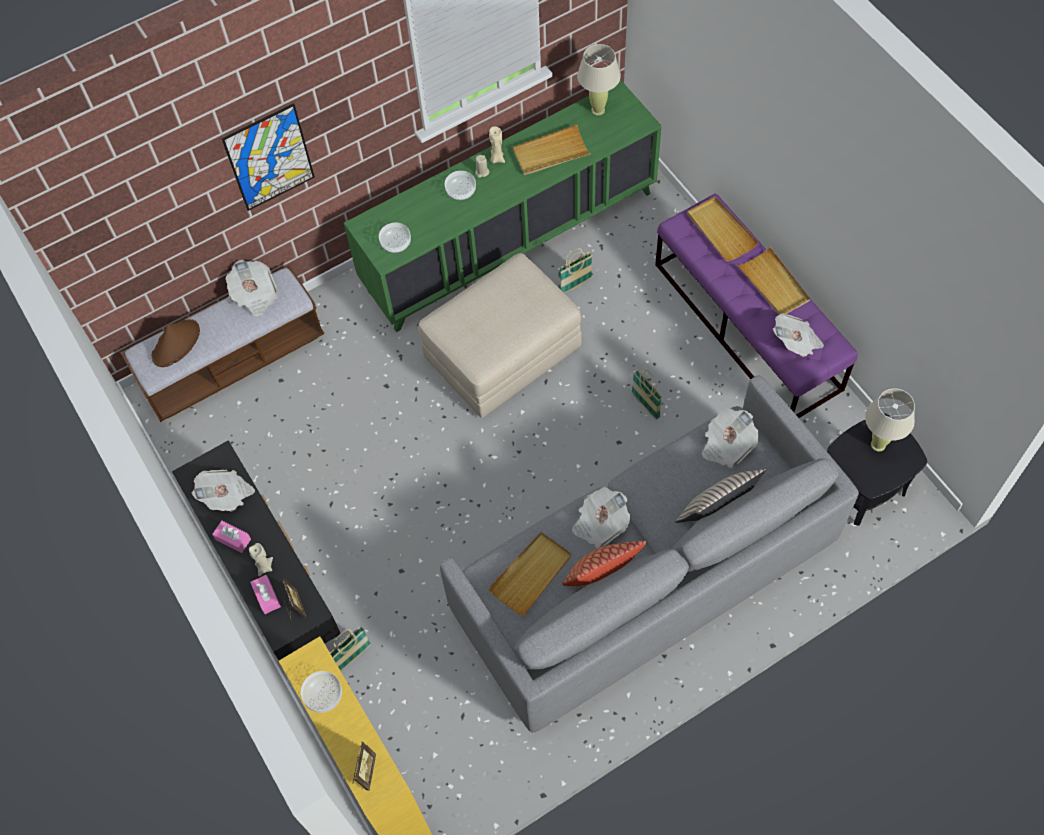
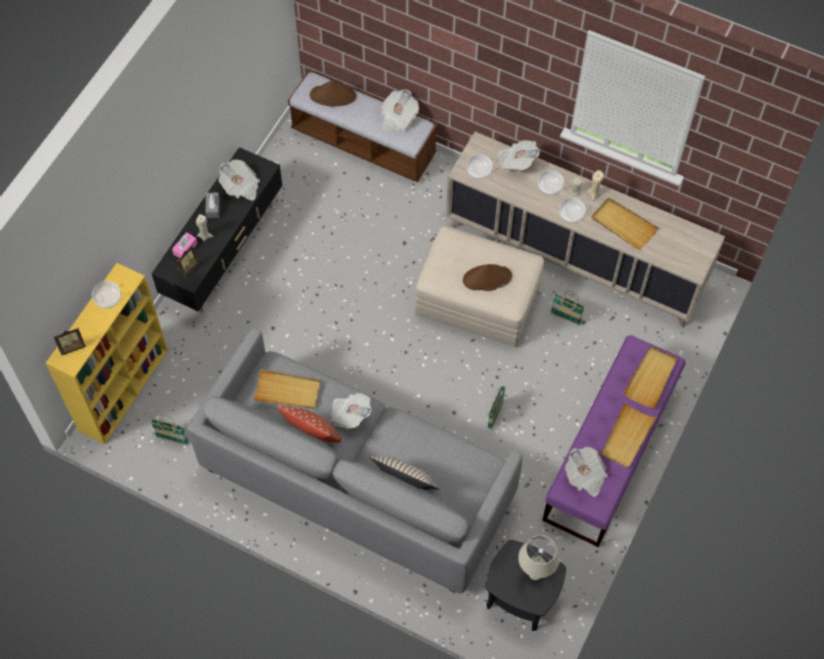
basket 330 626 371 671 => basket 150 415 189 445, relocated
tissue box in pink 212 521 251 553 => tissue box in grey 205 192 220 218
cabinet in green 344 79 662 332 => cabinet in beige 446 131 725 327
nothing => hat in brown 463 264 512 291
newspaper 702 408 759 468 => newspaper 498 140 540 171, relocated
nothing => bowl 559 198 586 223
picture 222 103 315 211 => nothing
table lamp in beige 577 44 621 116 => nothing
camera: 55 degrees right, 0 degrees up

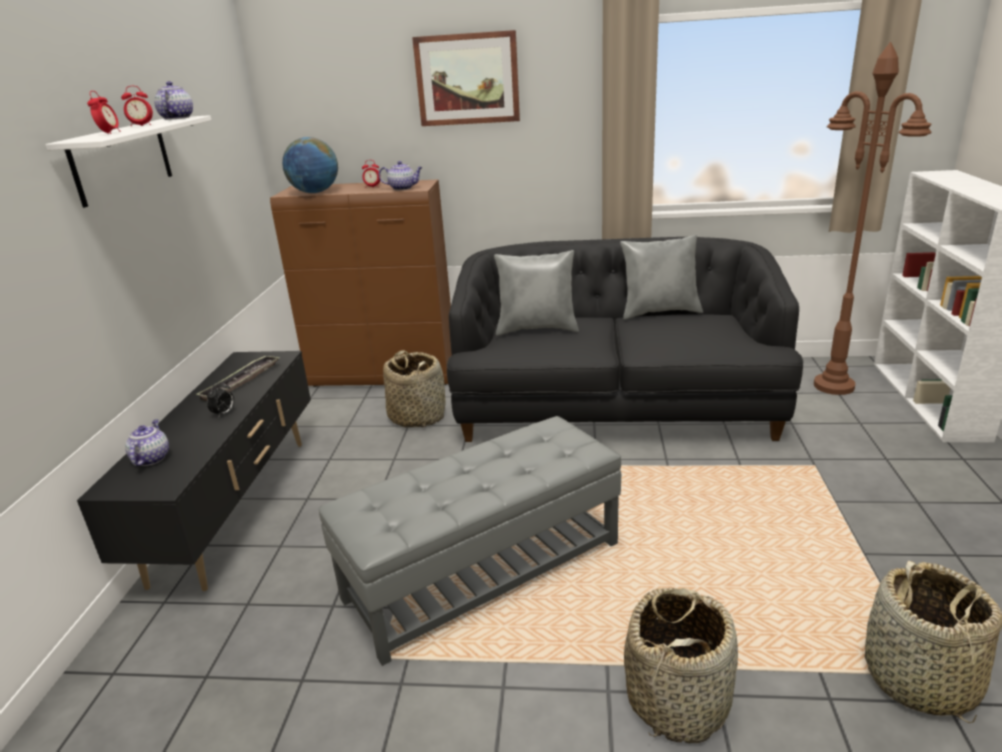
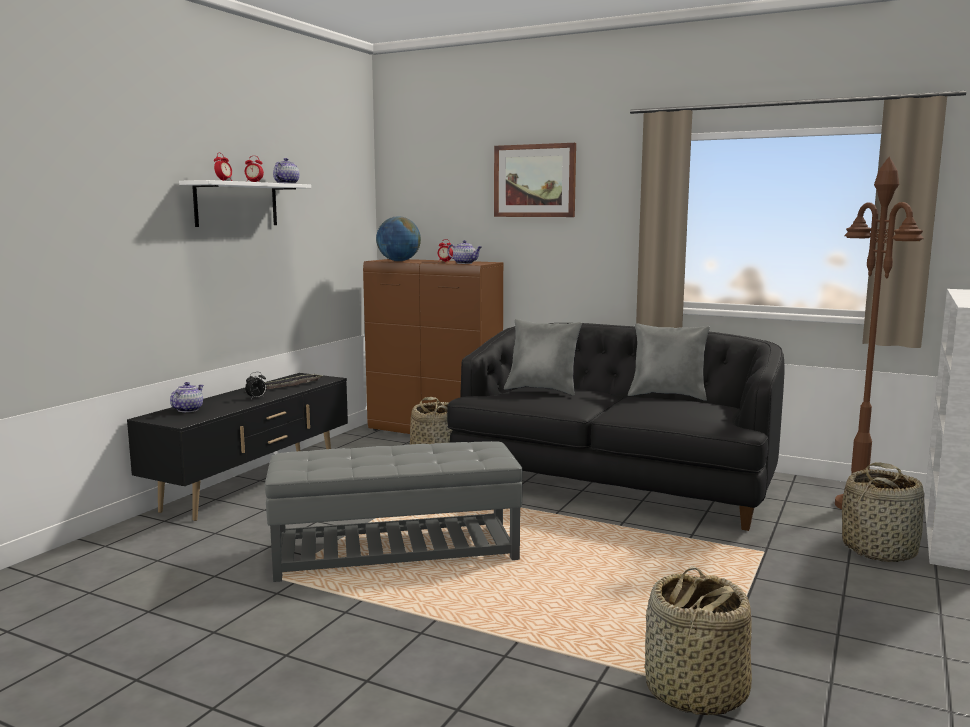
basket 624 587 738 743 => basket 842 462 924 562, relocated
camera: 20 degrees right, 15 degrees down

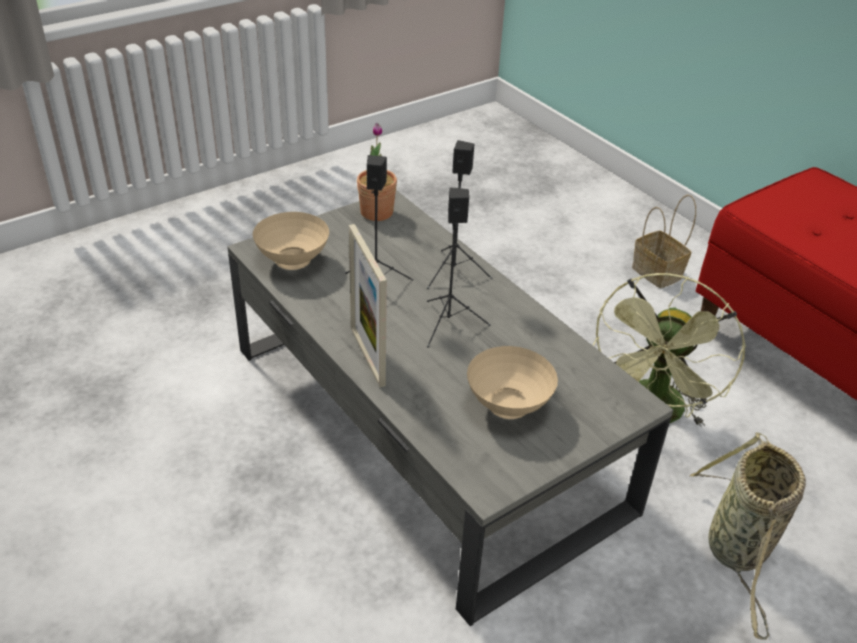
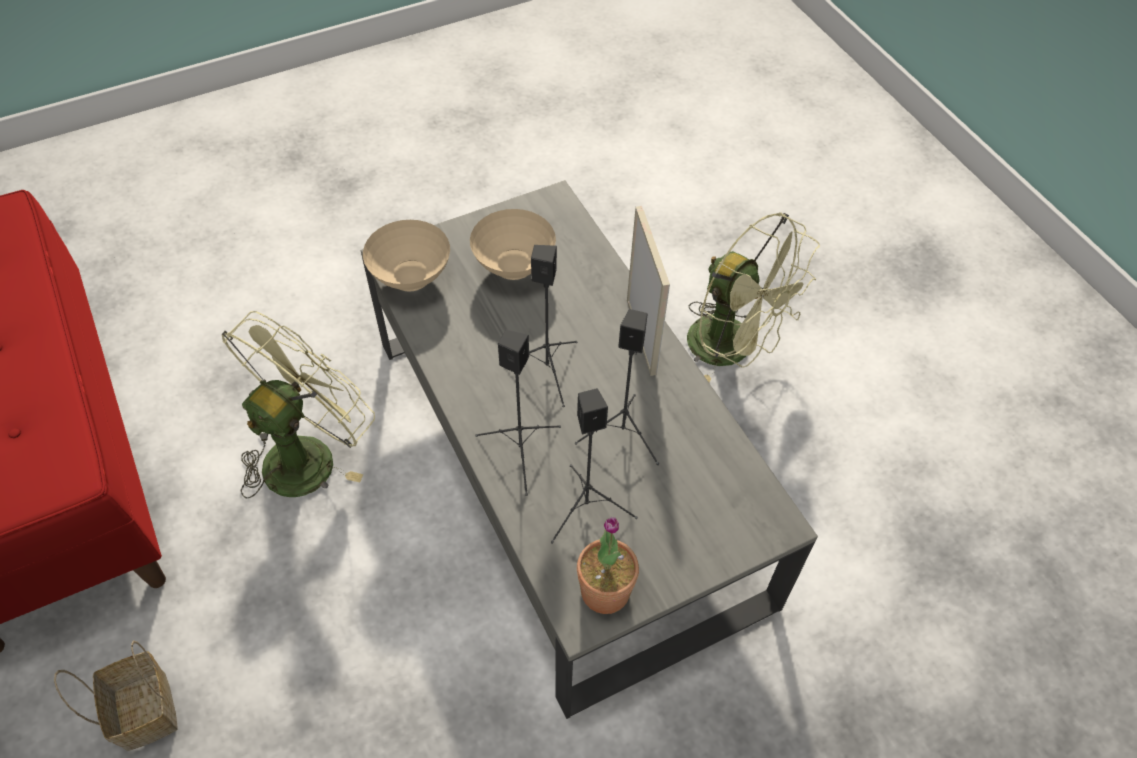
bowl in beige 253 212 329 270 => bowl in beige 363 220 450 291, relocated
nothing => speaker in black 551 388 638 543
nothing => fan in green 687 212 820 383
basket 689 432 806 640 => nothing
camera: 170 degrees left, 15 degrees up

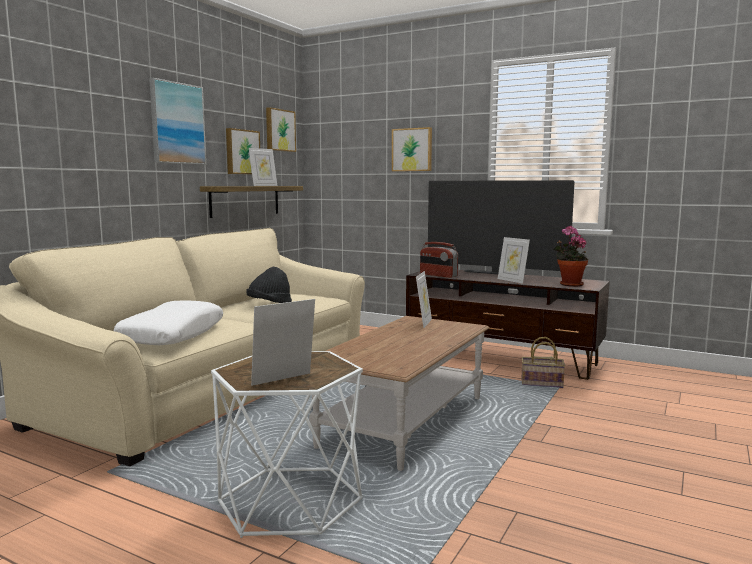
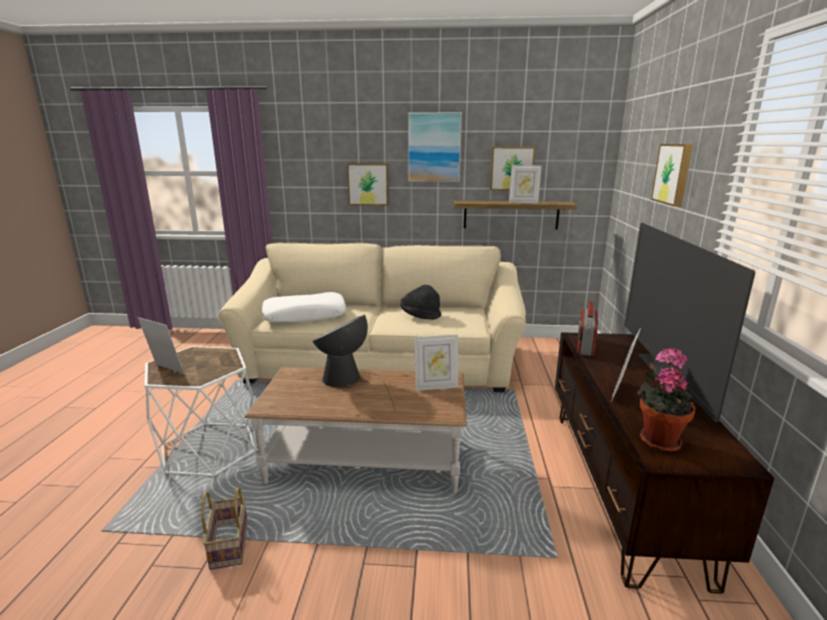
basket 521 337 565 388 => basket 201 487 248 570, relocated
nothing => table lamp 312 314 395 409
picture 266 107 296 152 => picture 347 163 389 205, relocated
camera: 65 degrees right, 10 degrees up

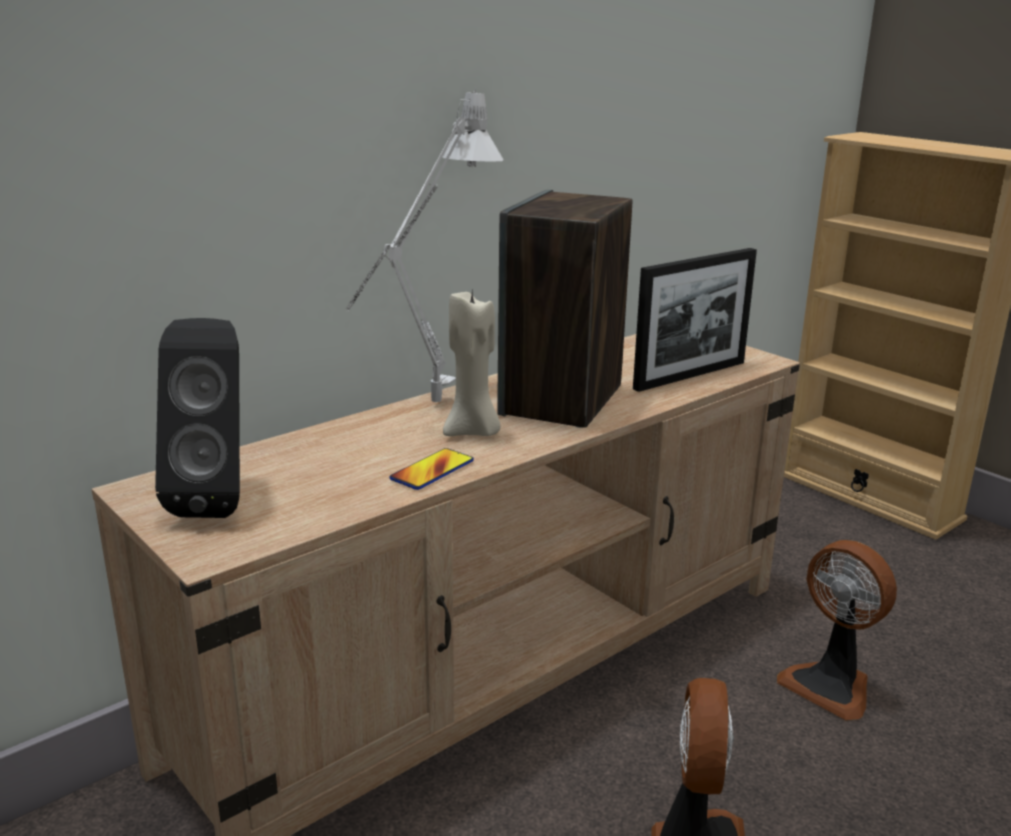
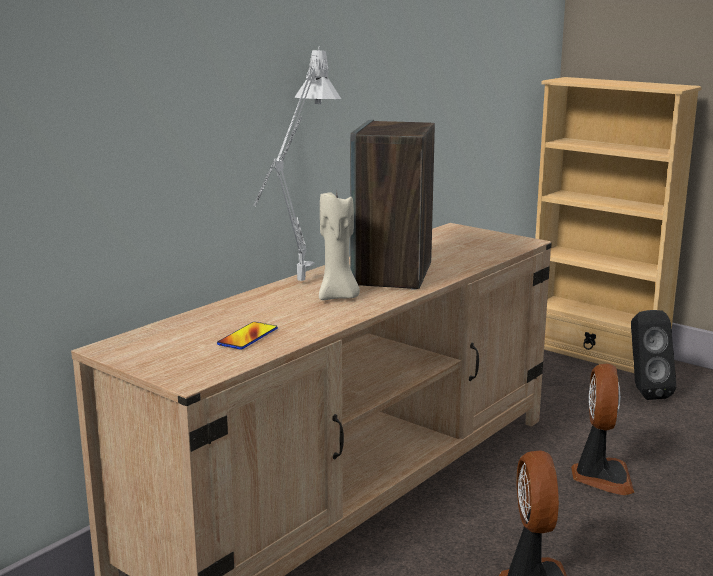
phone 389 448 474 490 => phone 217 322 278 350, relocated
fan 777 540 897 721 => fan 571 364 635 495, 120 degrees counterclockwise
speaker in black 155 318 240 518 => speaker in black 631 310 677 400, relocated
picture frame 633 248 757 392 => nothing
camera: 10 degrees left, 5 degrees down

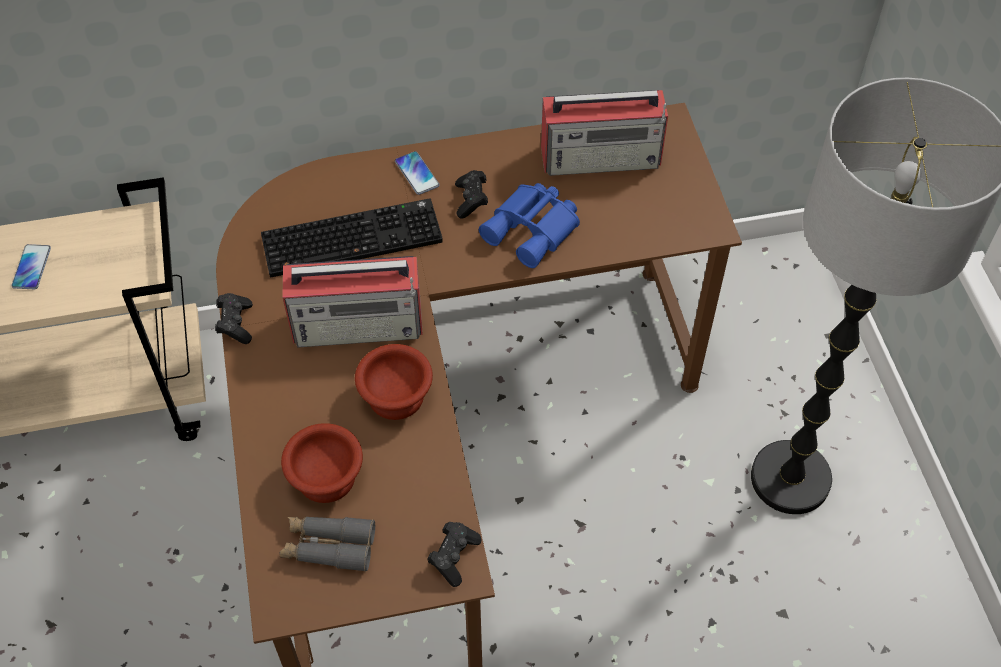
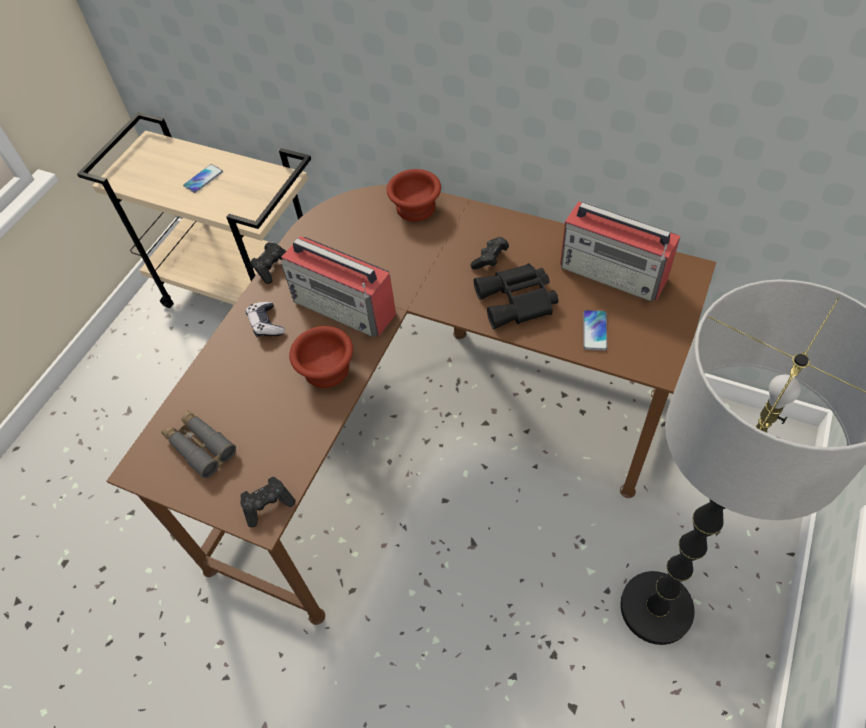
nothing => game controller 246 302 285 337
bowl in brown 281 423 363 503 => bowl in brown 387 169 441 221, relocated
binoculars in blue 479 183 580 268 => binoculars in black 474 263 558 329
phone 395 151 440 195 => phone 583 310 607 351, relocated
keyboard 261 198 443 277 => nothing
camera: 40 degrees right, 0 degrees up

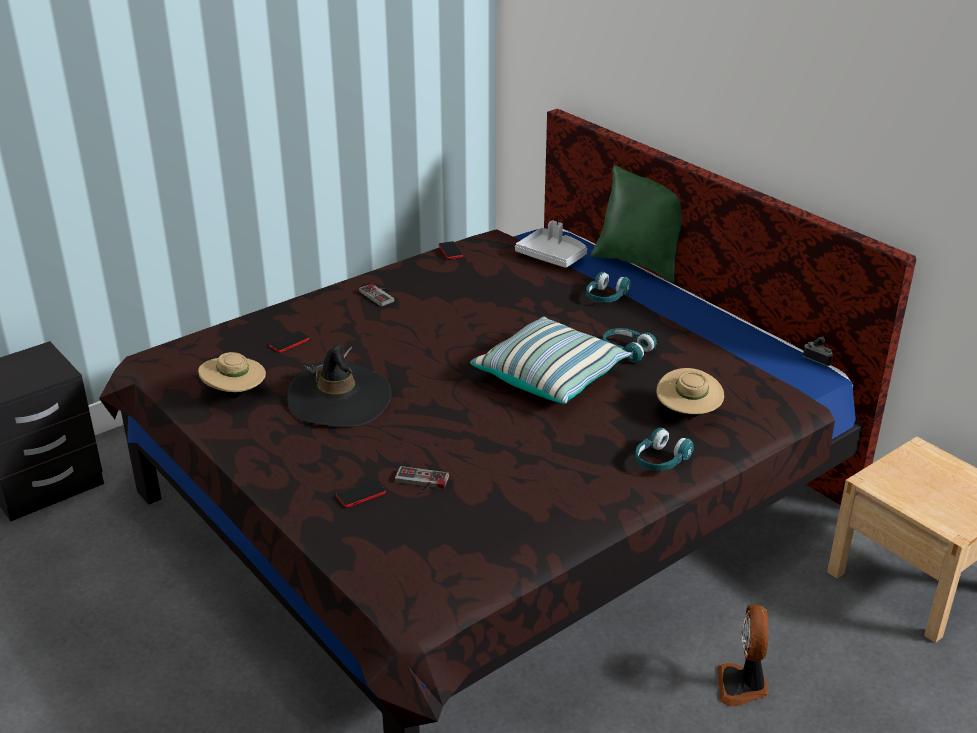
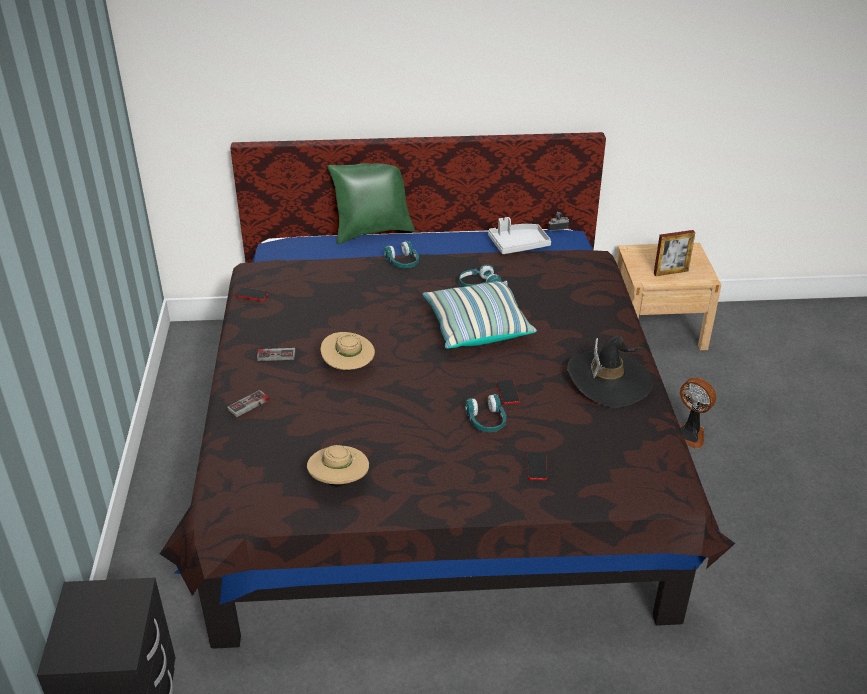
game controller 395 466 449 493 => game controller 227 390 269 417, relocated
hat in beige 656 368 724 417 => hat in beige 321 332 375 370, relocated
headphones in turquoise 635 428 694 471 => headphones in turquoise 465 394 506 432, relocated
tray in grey 515 220 587 268 => tray in grey 488 217 551 254, relocated
phone 269 331 309 353 => phone 496 380 520 404, relocated
hat in black 287 344 392 427 => hat in black 567 335 653 408, relocated
nothing => picture frame 654 230 695 276
camera: 55 degrees left, 5 degrees up

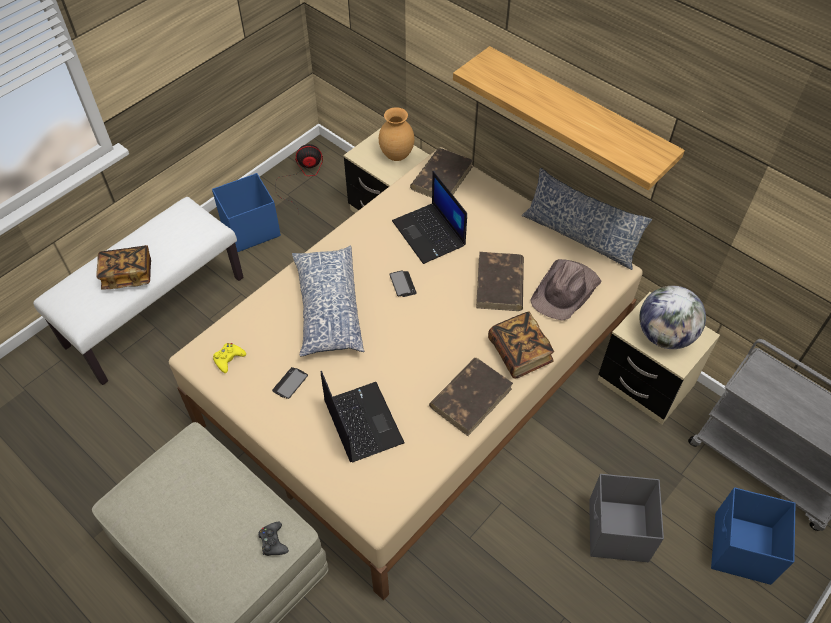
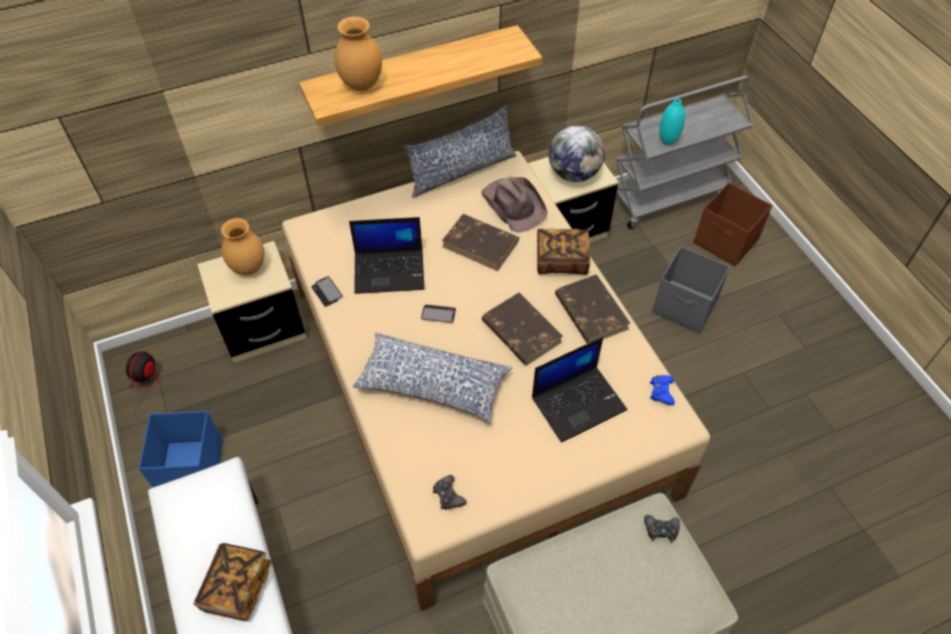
phone 272 367 308 399 => phone 311 276 343 307, relocated
nothing => vase in brown 334 17 382 91
game controller in yellow 213 343 246 373 => game controller in black 433 475 467 510
book in brown 410 148 473 198 => book in brown 482 293 563 365, relocated
laptop 321 371 404 463 => laptop 532 337 627 443, 150 degrees clockwise
nothing => game controller in blue 650 375 675 405
nothing => vase in turquoise 659 99 685 145
storage box in blue 711 487 796 585 => storage box in brown 694 183 773 266
camera: 65 degrees left, 0 degrees up

